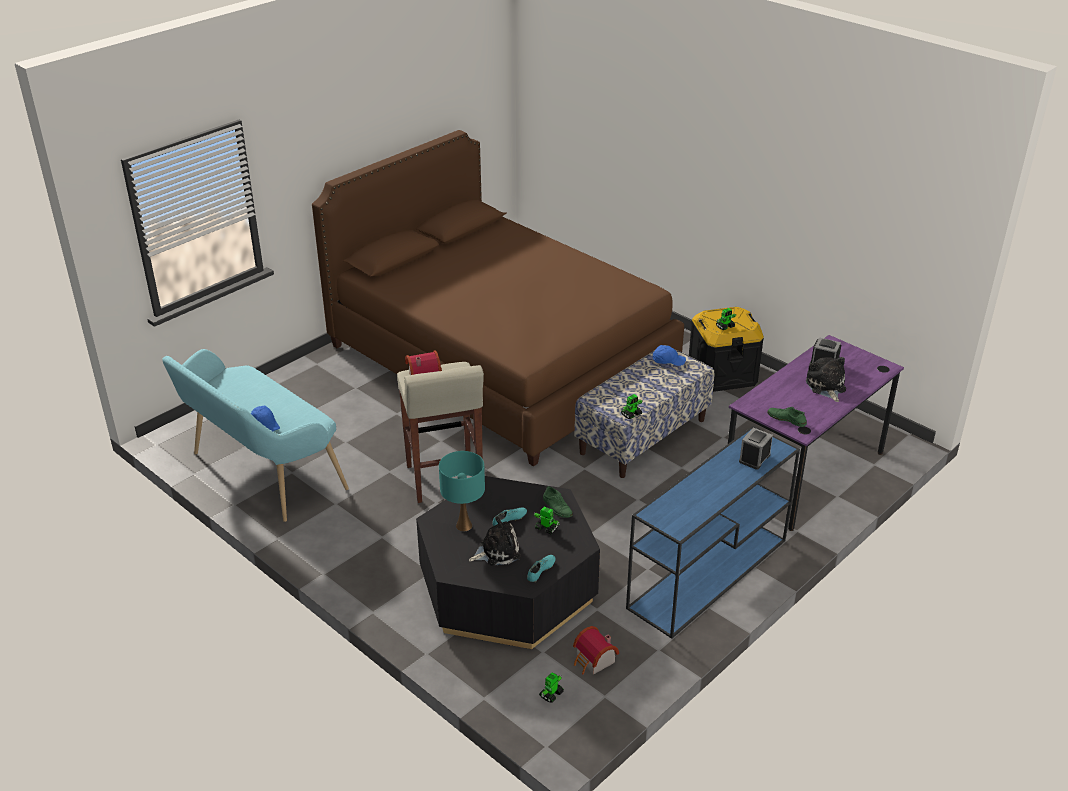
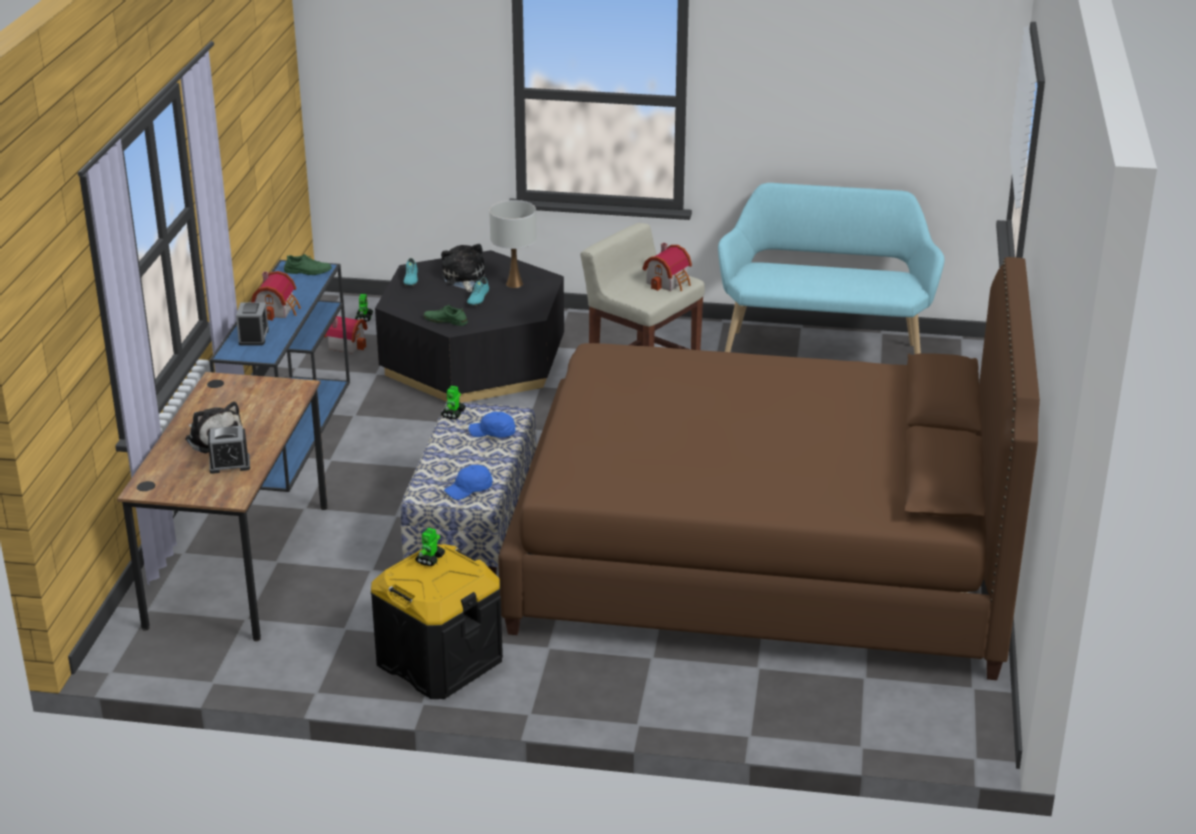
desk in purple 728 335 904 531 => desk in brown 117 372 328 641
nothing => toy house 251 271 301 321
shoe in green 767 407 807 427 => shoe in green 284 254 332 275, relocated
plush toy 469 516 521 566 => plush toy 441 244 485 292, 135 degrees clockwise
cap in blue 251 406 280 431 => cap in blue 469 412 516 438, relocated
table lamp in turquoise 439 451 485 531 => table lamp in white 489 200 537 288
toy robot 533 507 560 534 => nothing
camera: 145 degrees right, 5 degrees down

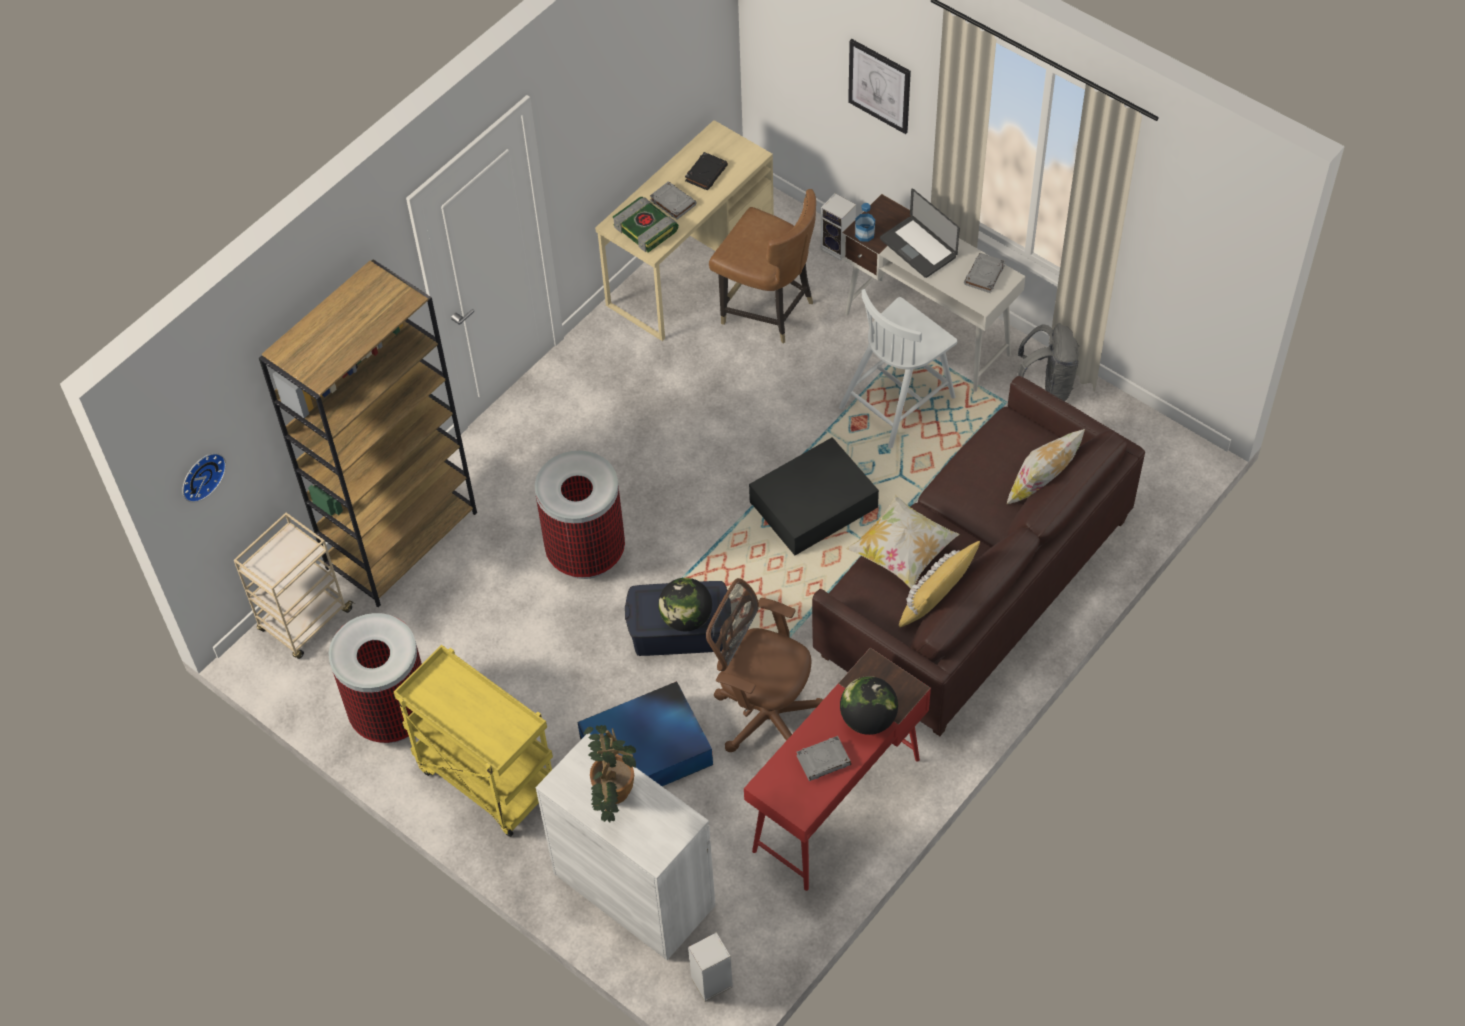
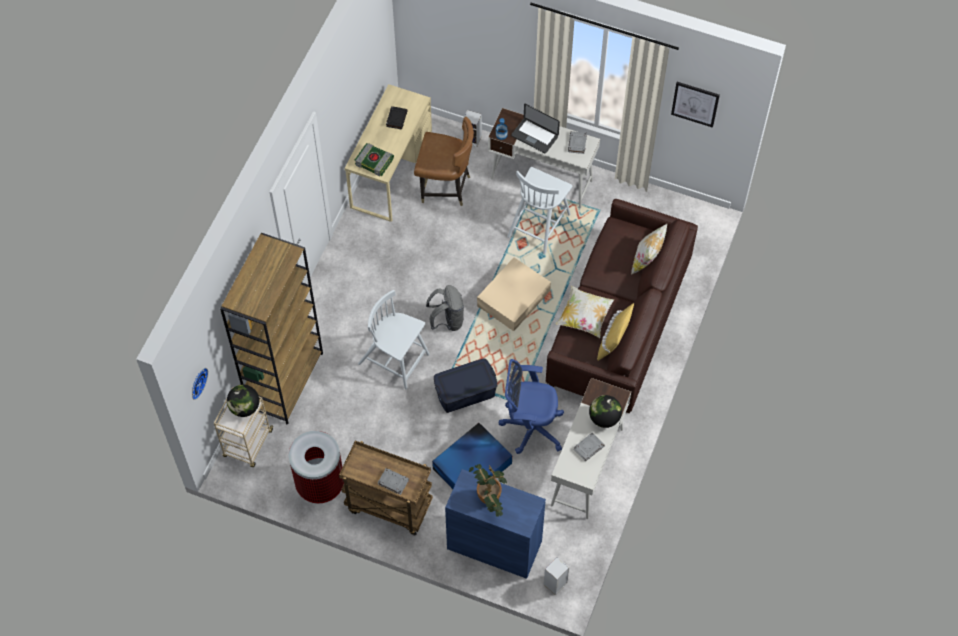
globe 658 578 712 631 => globe 227 385 259 417, relocated
cart in yellow 394 645 553 837 => cart in brown 339 441 433 536
trash can 535 451 625 579 => chair in white 358 290 430 390
book in grey 650 181 696 220 => book in grey 378 468 409 495, relocated
backpack in grey 1017 323 1079 401 => backpack in grey 426 285 464 331, relocated
cabinet in white 536 734 716 960 => cabinet in blue 445 469 546 579
storage box in black 749 437 879 555 => storage box in beige 477 257 551 331
office chair in brown 706 578 824 752 => office chair in blue 498 359 564 454
desk in red 744 648 931 891 => desk in white 551 378 631 519
picture 848 39 911 134 => picture 671 82 720 128, relocated
camera: 20 degrees left, 5 degrees up

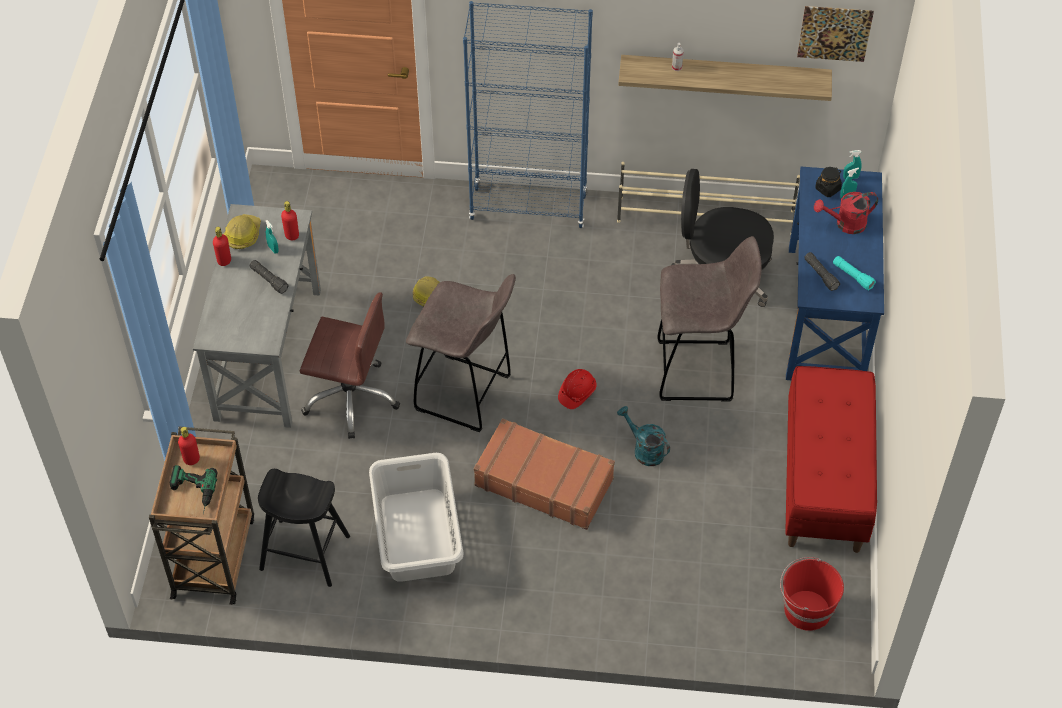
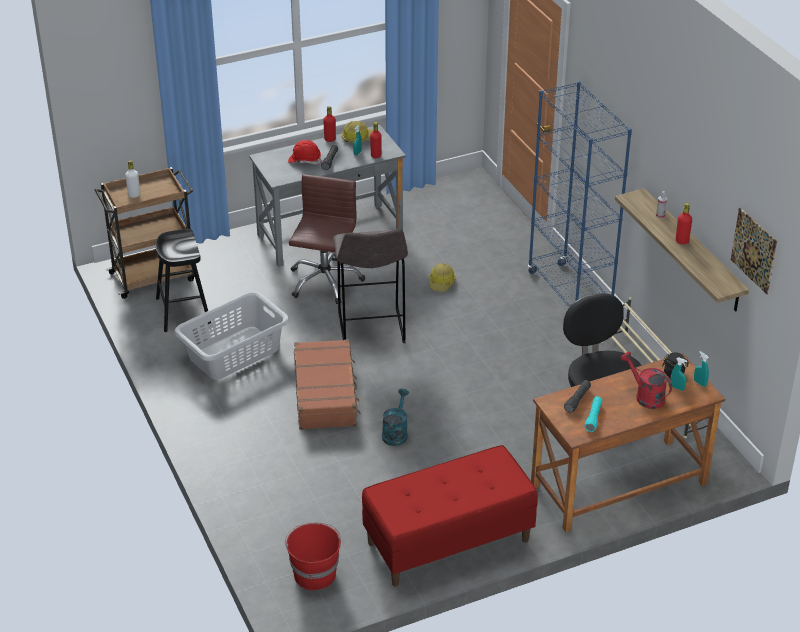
power drill 170 465 218 515 => bottle in white 125 160 140 198
hard hat in red 558 369 596 409 => hard hat in red 288 140 322 164, relocated
office chair in brown 300 292 400 439 => office chair in brown 289 174 365 304, 150 degrees counterclockwise
desk in blue 786 167 884 380 => desk in brown 531 353 725 532
bottle in red 178 427 200 465 => bottle in red 676 203 692 244, relocated
stool in grey 657 236 762 402 => nothing
camera: 60 degrees right, 15 degrees down

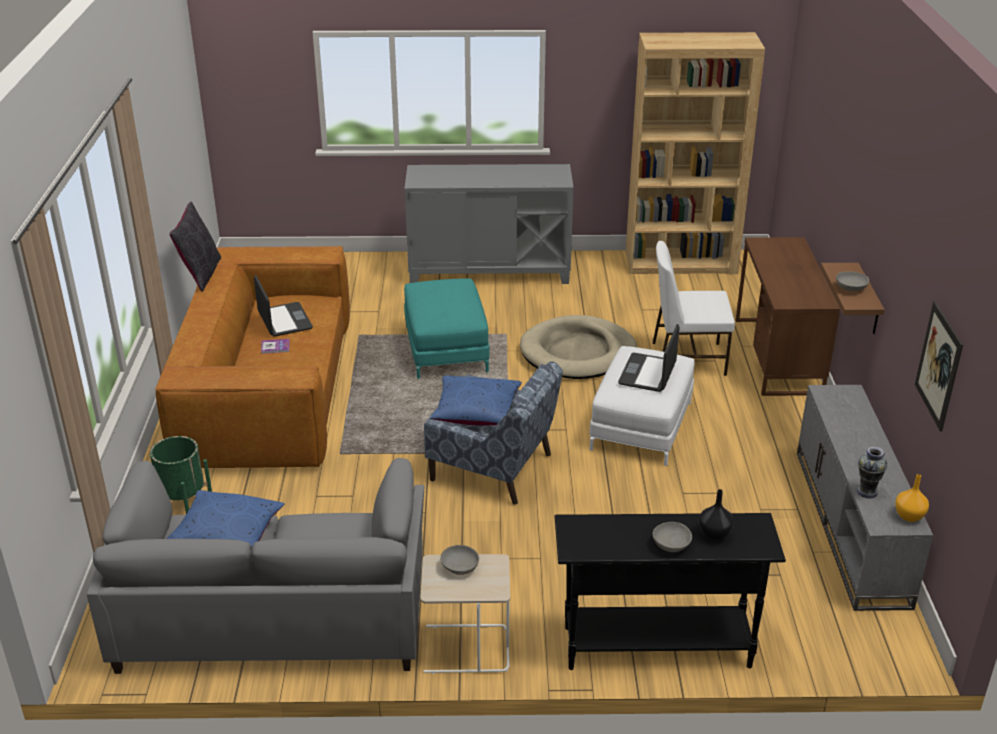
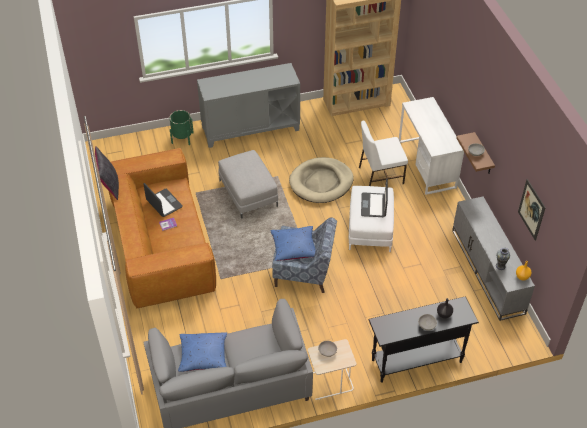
planter in green 150 436 212 514 => planter in green 170 110 194 145, relocated
ottoman in turquoise 404 278 490 379 => ottoman in grey 218 150 278 219
desk in brown 736 237 840 396 => desk in white 399 97 464 195
camera: 15 degrees left, 15 degrees up

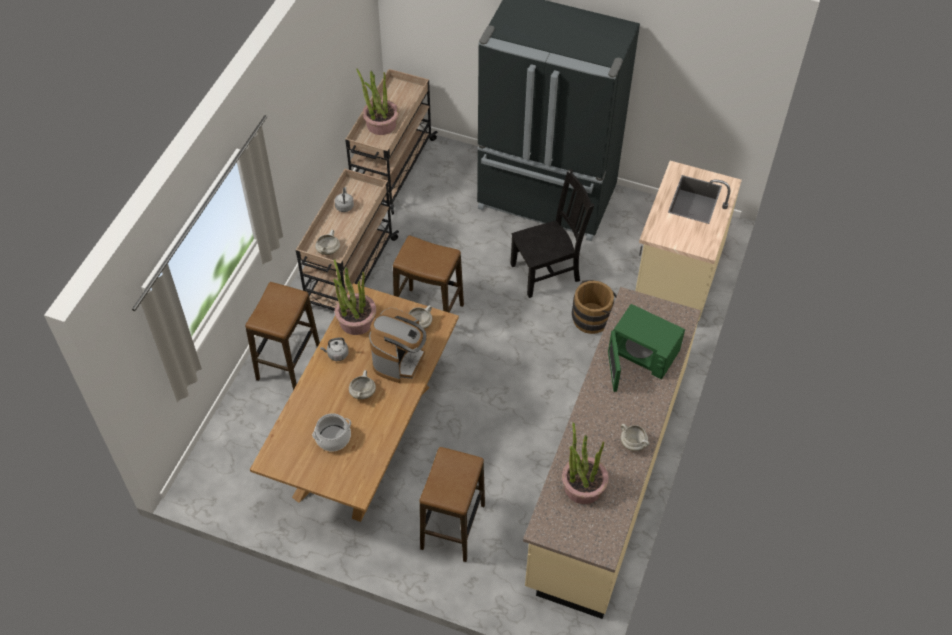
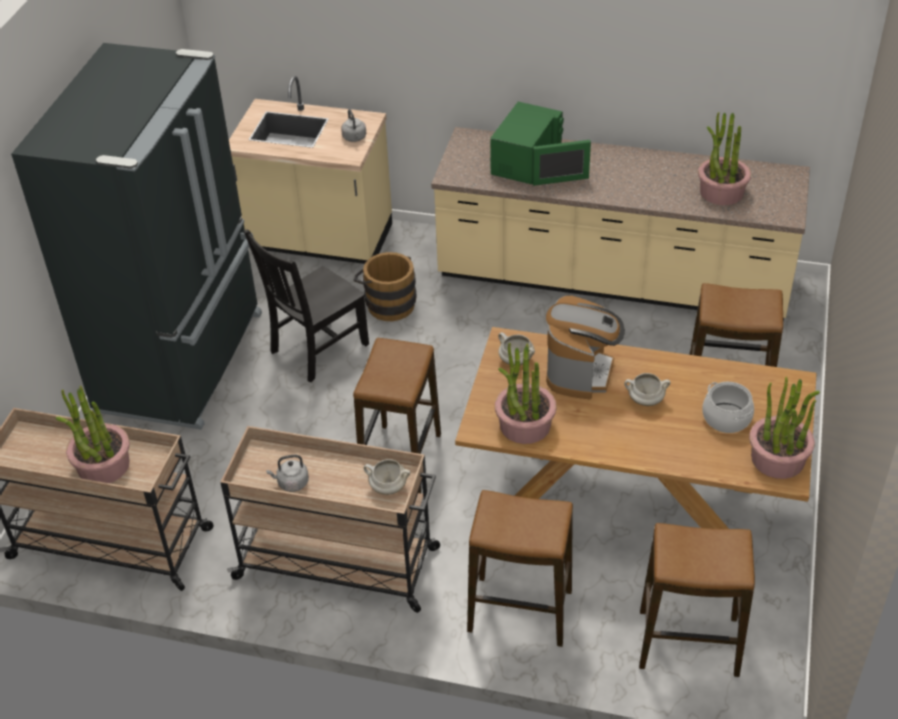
chair in black 510 168 594 298 => chair in black 243 230 369 382, 105 degrees counterclockwise
kettle in grey 320 337 348 361 => kettle in grey 341 109 366 142, relocated
coffee machine 369 308 426 383 => coffee machine 546 296 625 399, 90 degrees clockwise
nothing => stool 639 523 755 677
nothing => potted plant 749 377 820 479
cooking pot in white 620 424 650 451 => nothing
camera: 95 degrees left, 10 degrees down

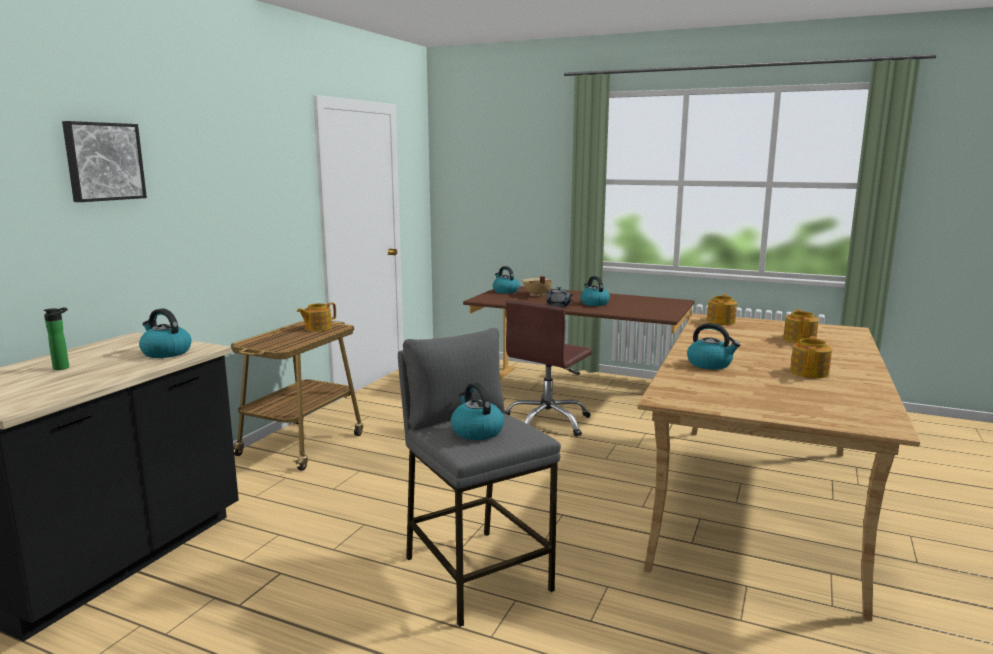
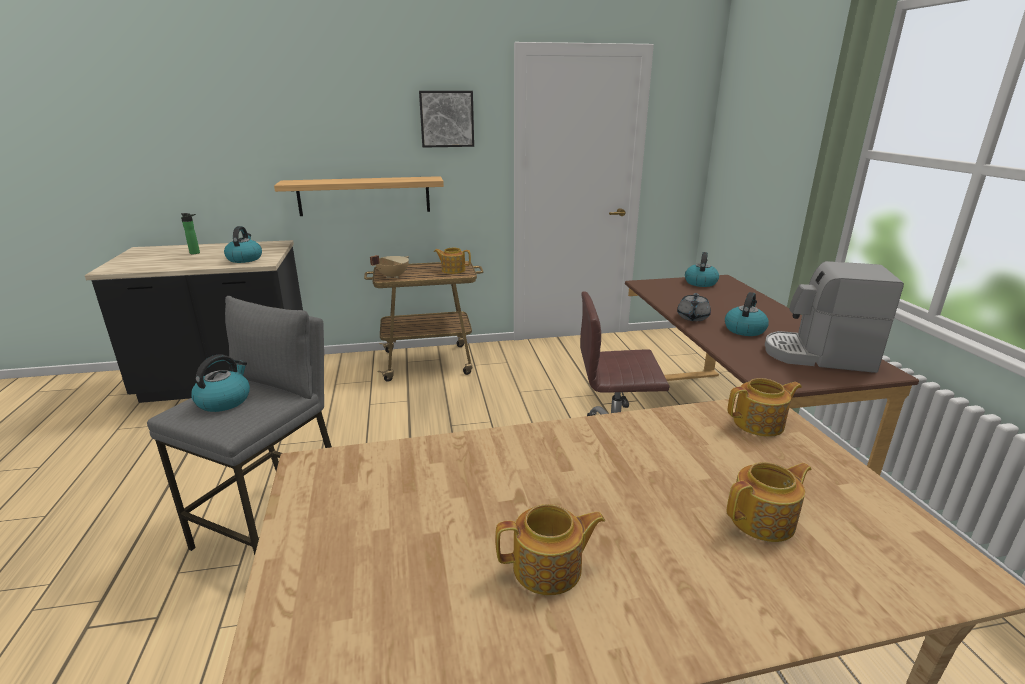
nothing => shelf 274 176 444 216
cooking pot in beige 523 276 552 296 => cooking pot in beige 370 255 409 279, relocated
picture 62 121 147 202 => picture 419 91 474 148, relocated
nothing => coffee machine 765 261 904 373
kettle 687 323 740 369 => nothing
camera: 55 degrees right, 10 degrees up

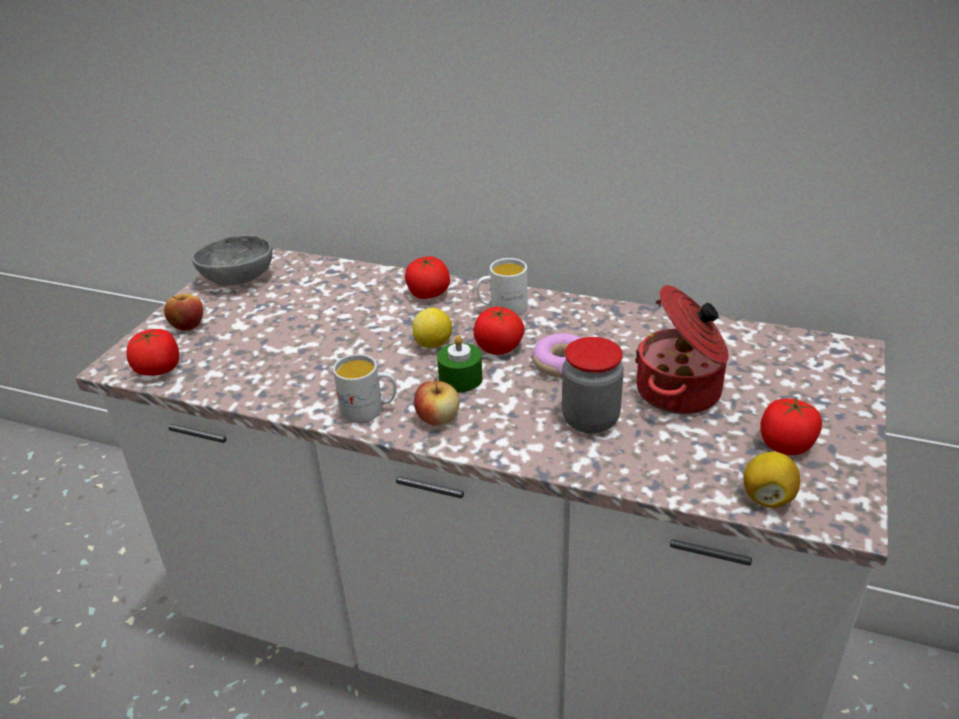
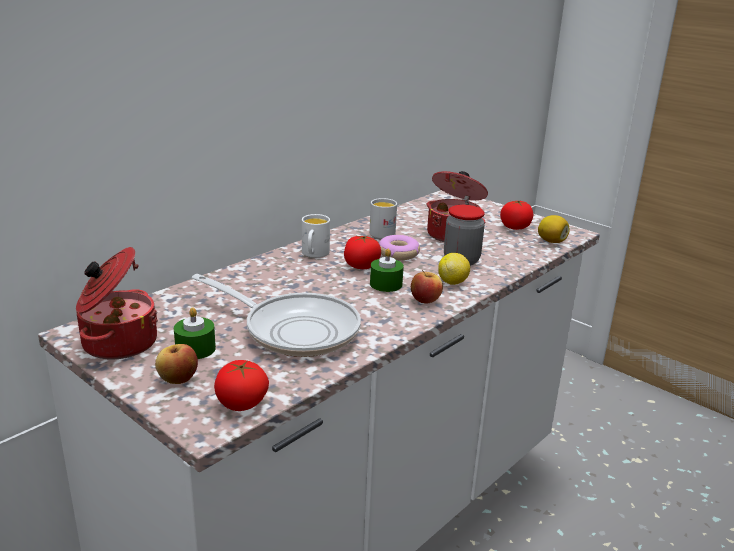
bowl in grey 192 235 273 286 => cooking pot 76 247 158 359
nothing => candle in green 174 307 216 359
nothing => frying pan 192 274 361 357
mug in white 333 354 397 423 => mug in white 370 198 397 239, relocated
lemon 412 308 452 348 => lemon 438 253 470 285, relocated
tomato 405 256 450 299 => nothing
camera: 70 degrees left, 10 degrees down

